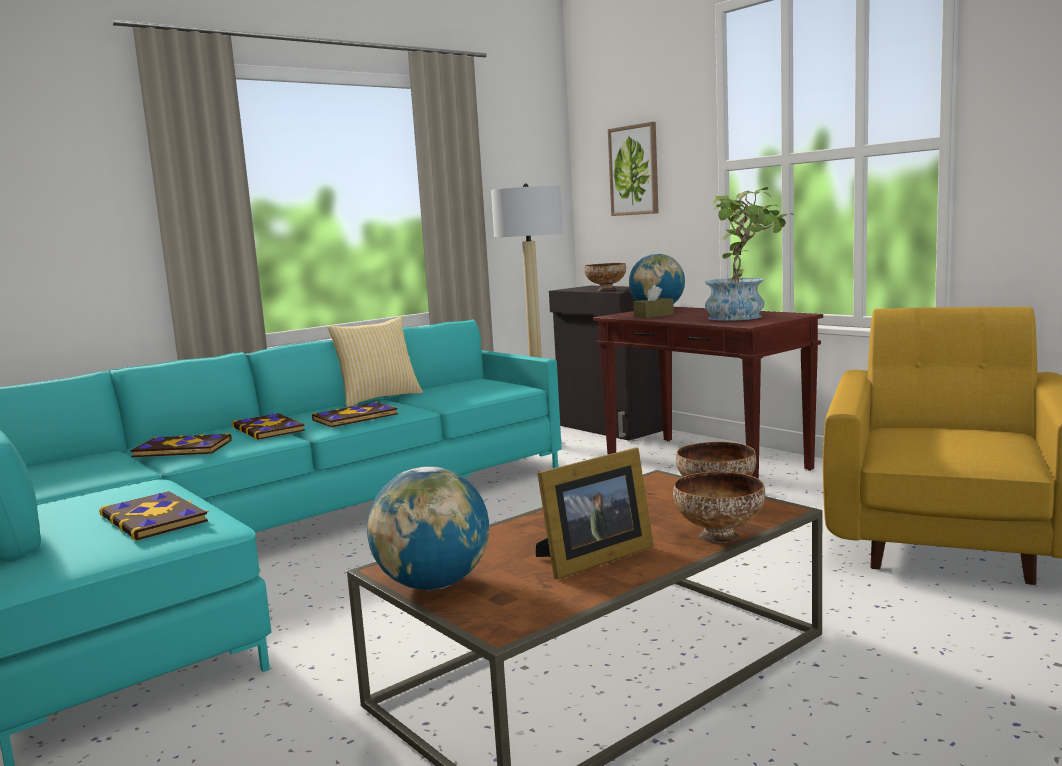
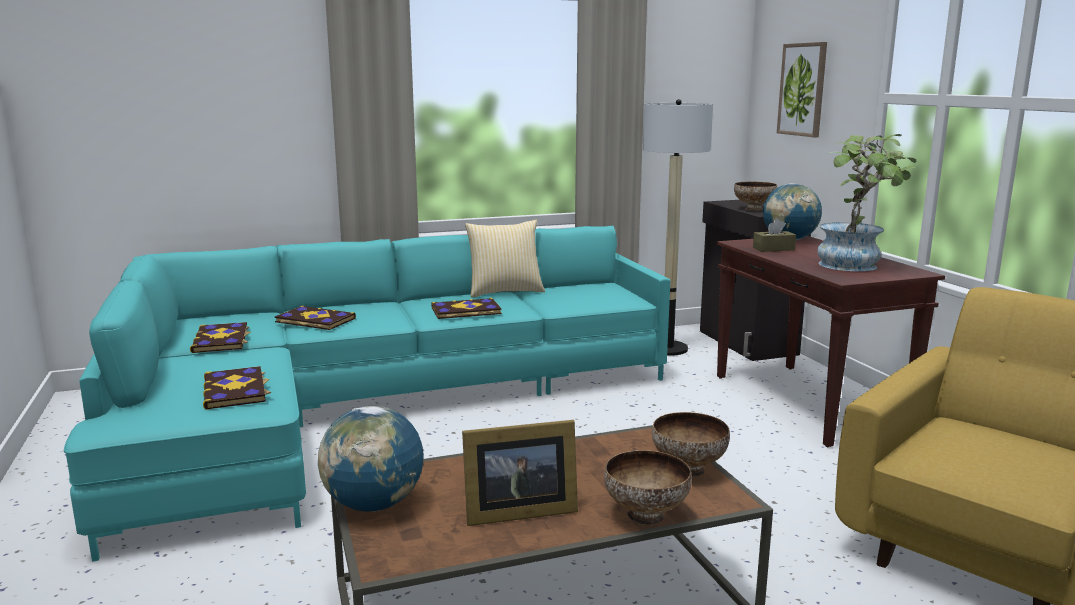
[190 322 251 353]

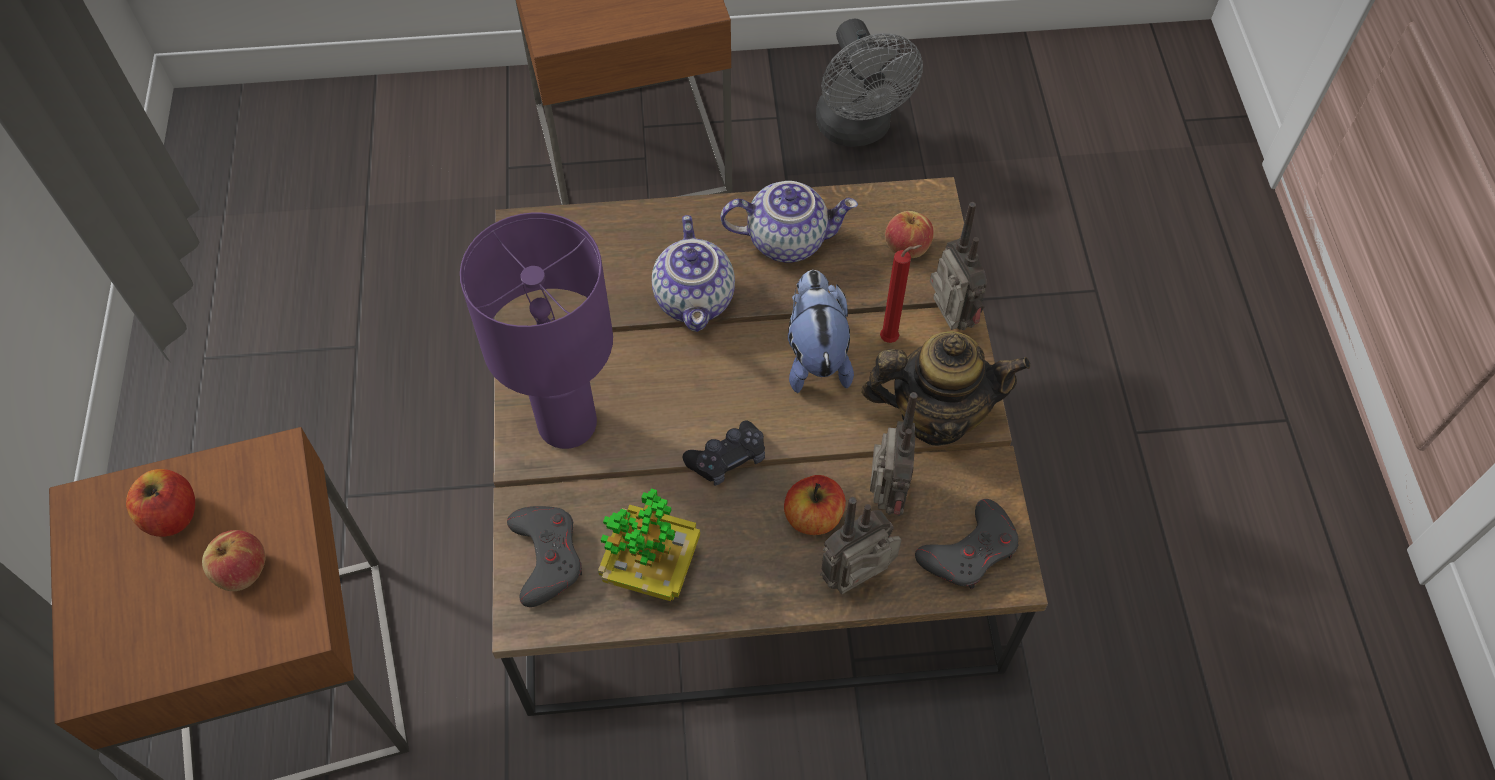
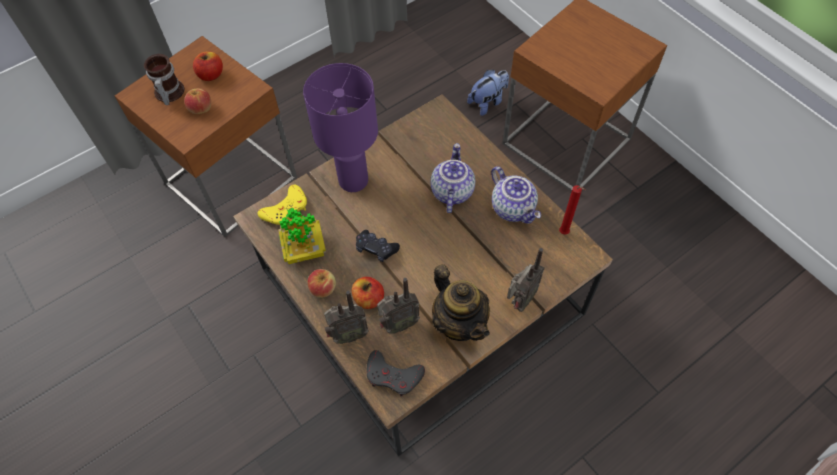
[144 54 185 105]
[257 185 307 225]
[308 269 336 298]
[324 291 369 344]
[431 143 475 213]
[467 70 509 116]
[559 185 586 235]
[816 19 923 147] (first image)

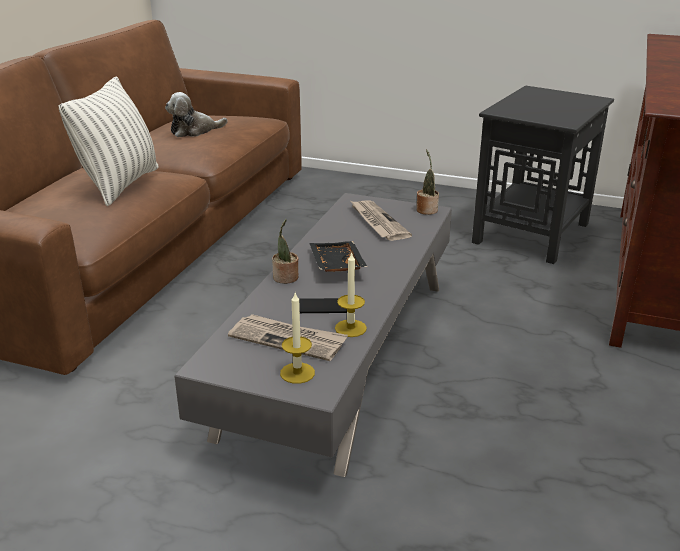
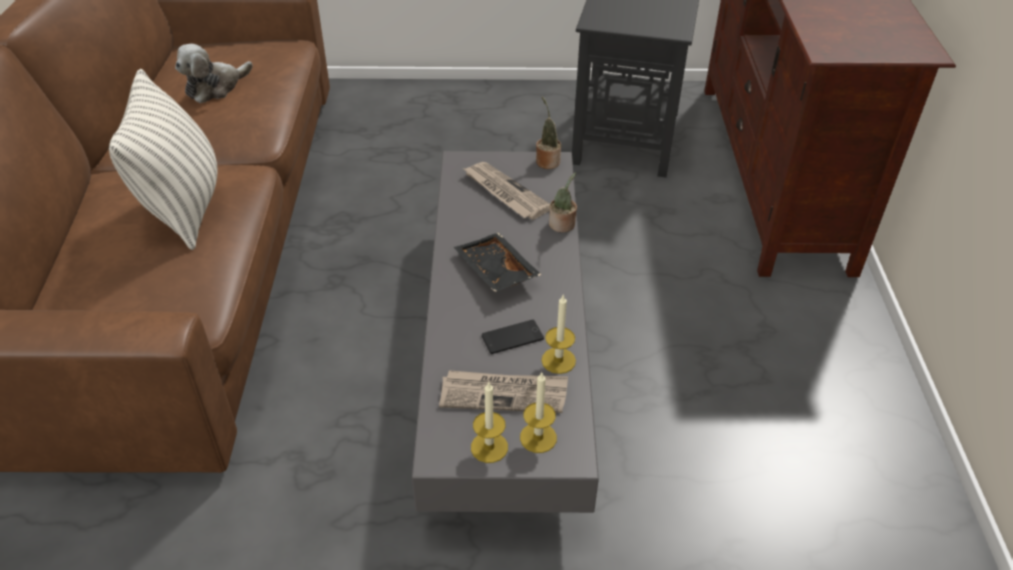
[471 382 508 463]
[549 173 577 233]

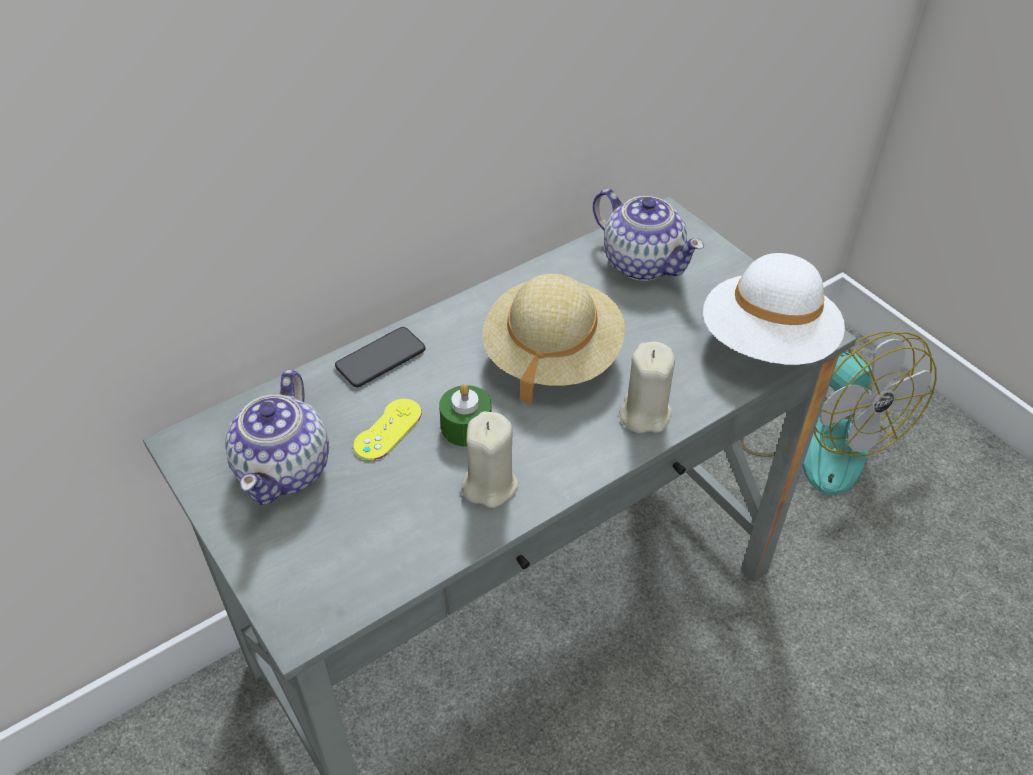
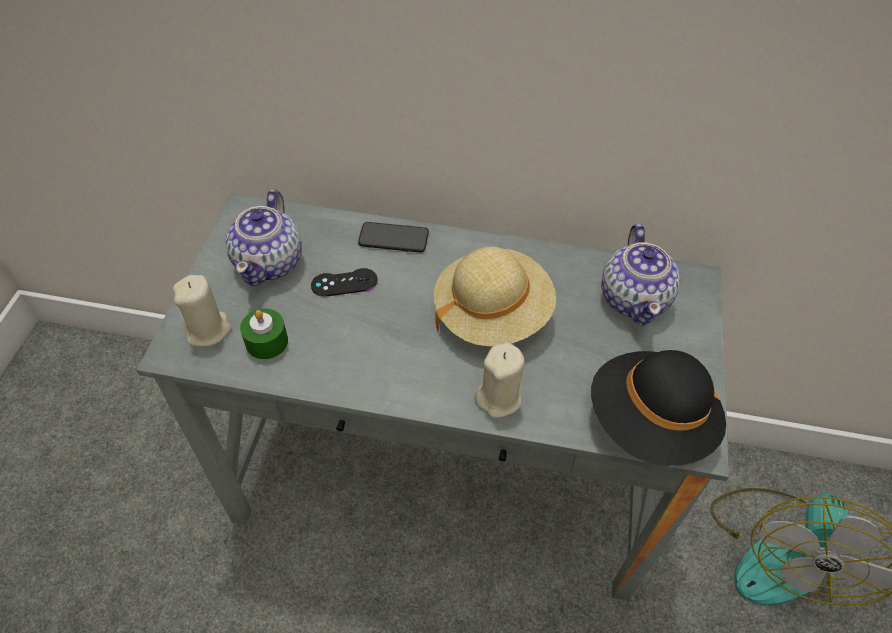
[173 275 231 346]
[226 189 302 286]
[240 309 288 359]
[311 268 378 297]
[591 350 726 466]

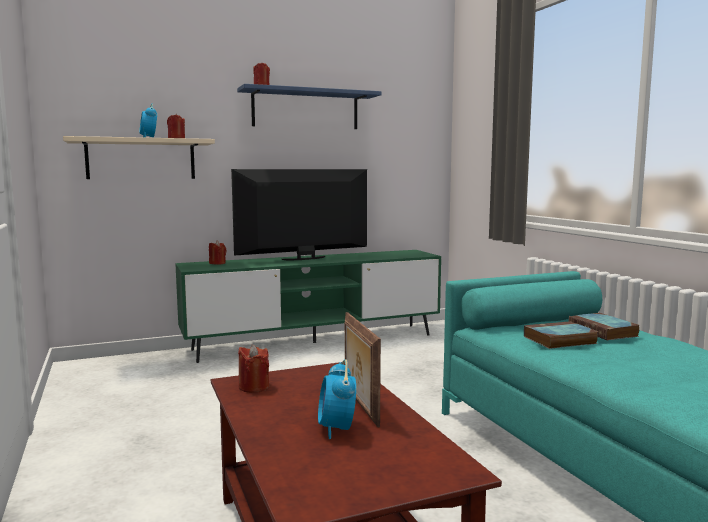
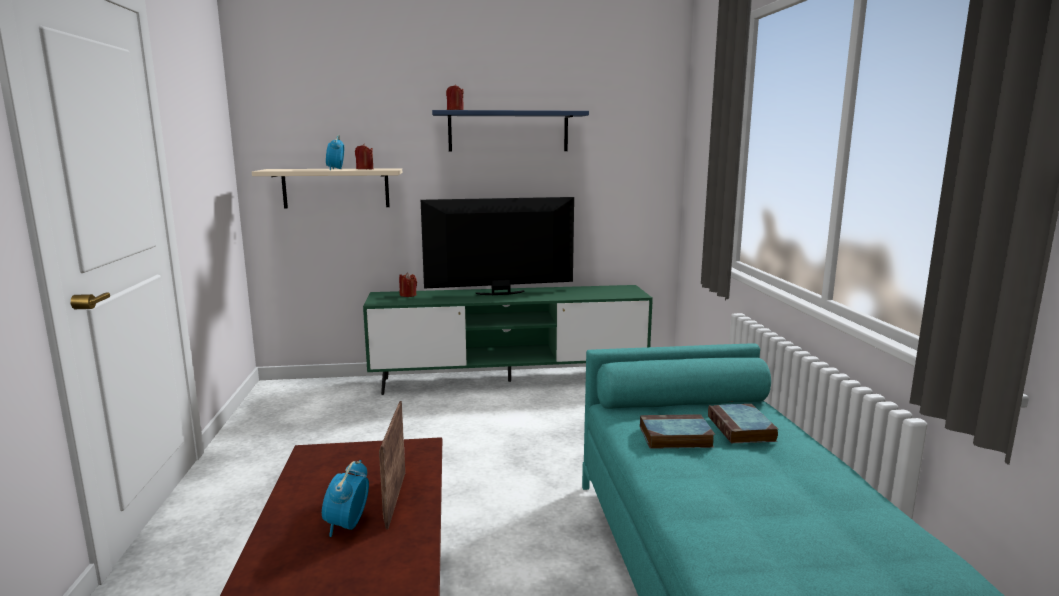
[238 345 269 393] (first image)

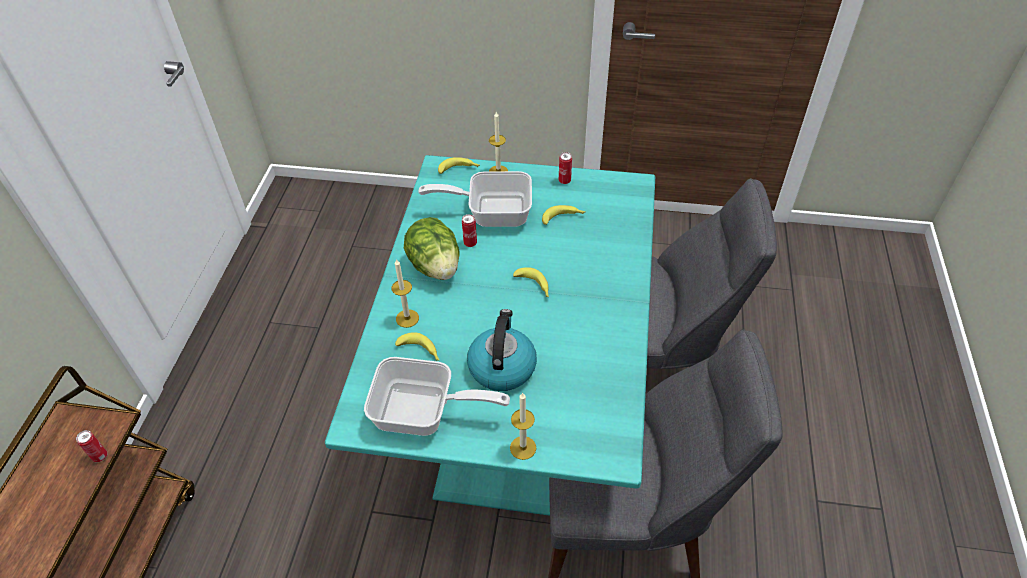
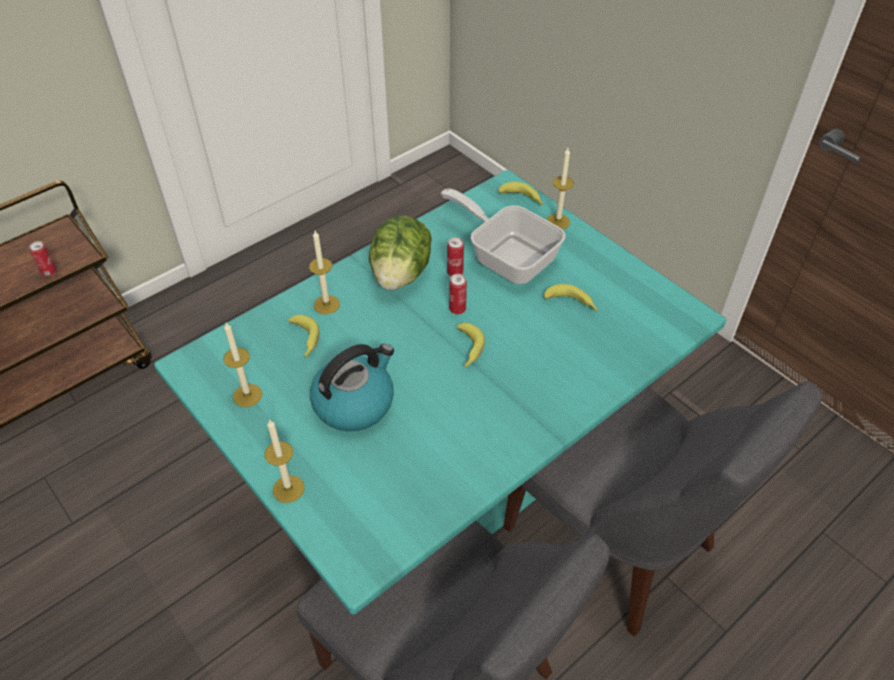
[223 323 262 407]
[449 274 467 315]

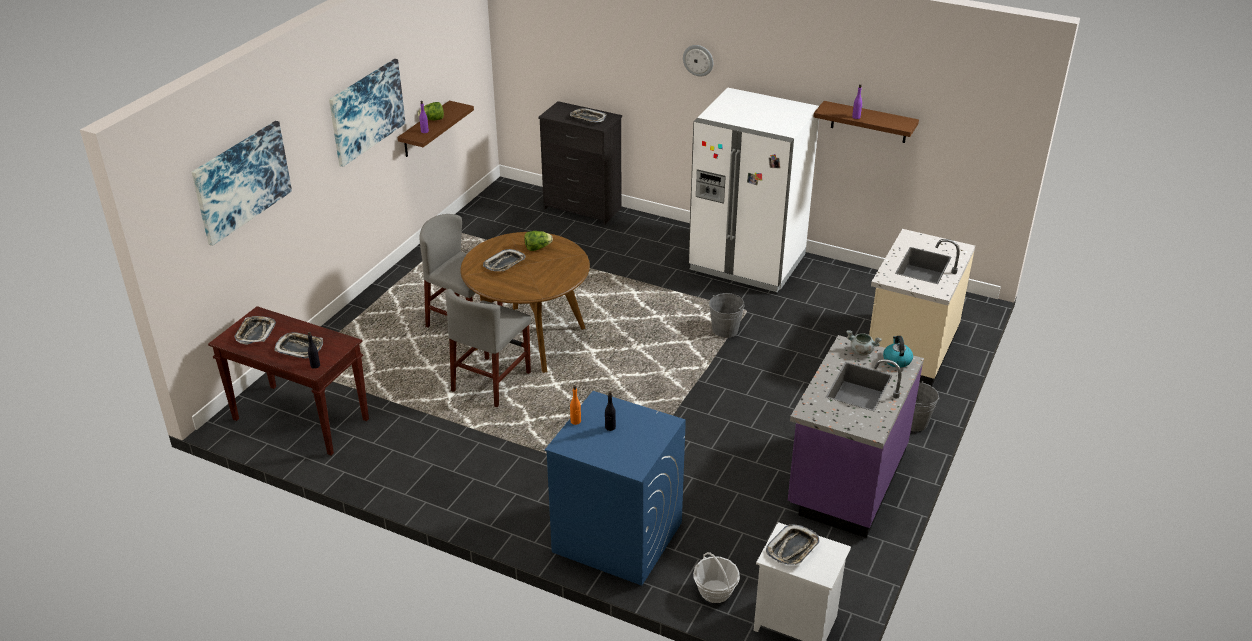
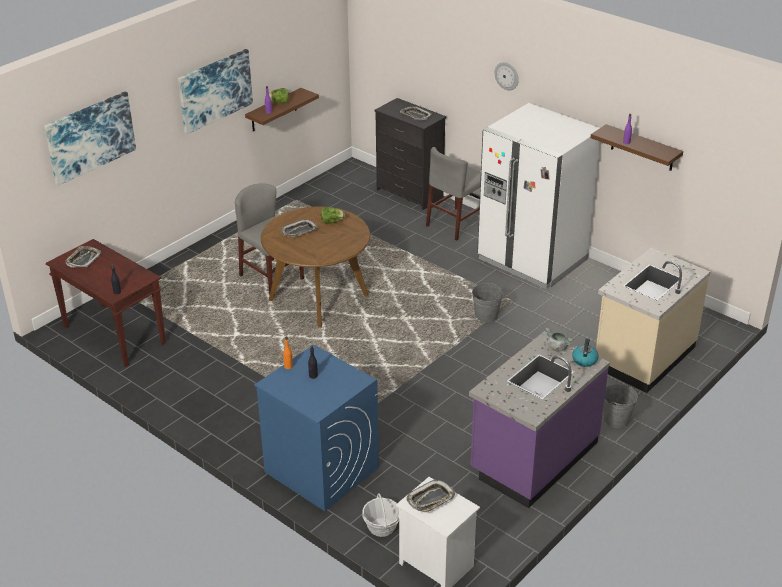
[426 147 481 241]
[274 332 323 359] (first image)

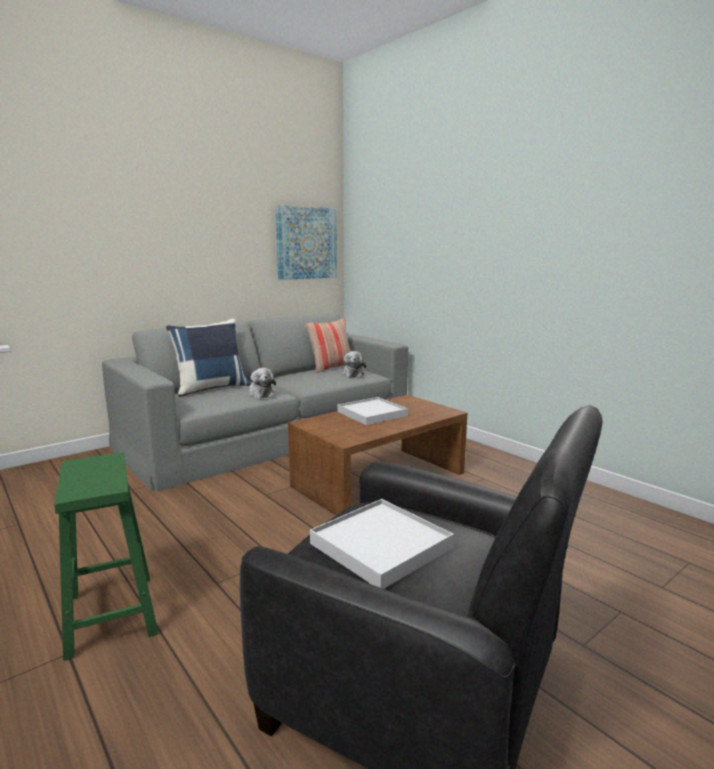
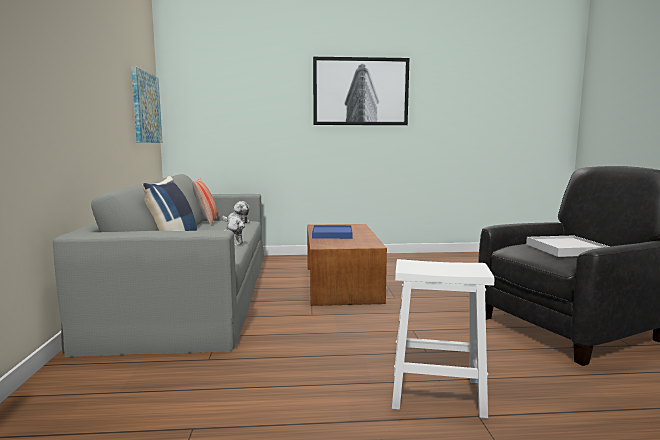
[312 225 353 239]
[313 57 409 125]
[392 259 494 418]

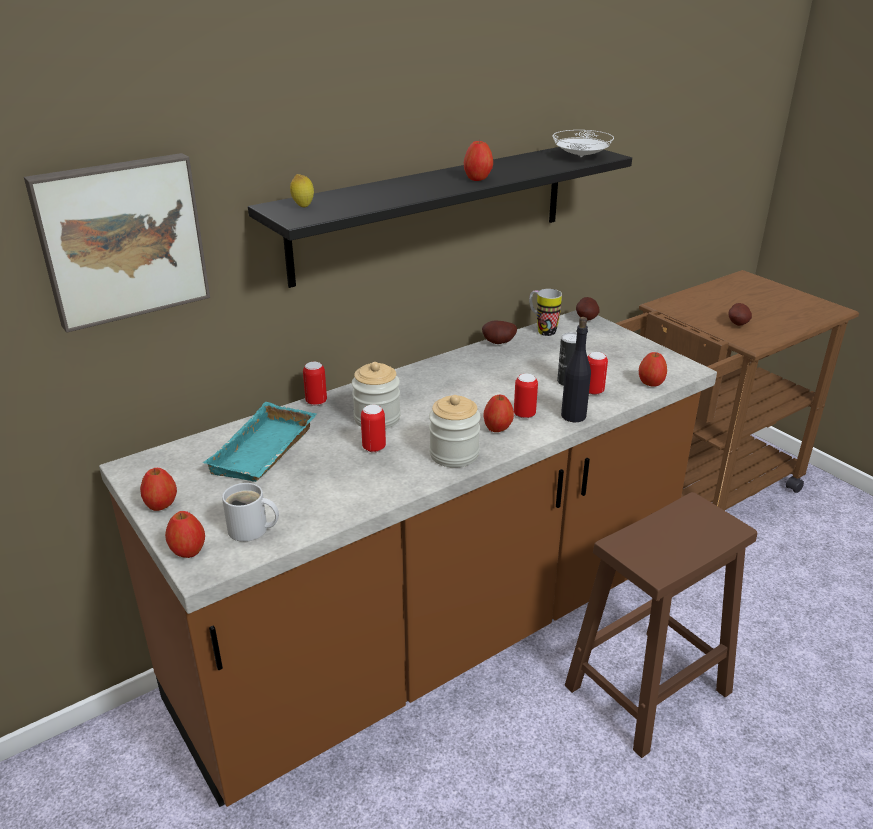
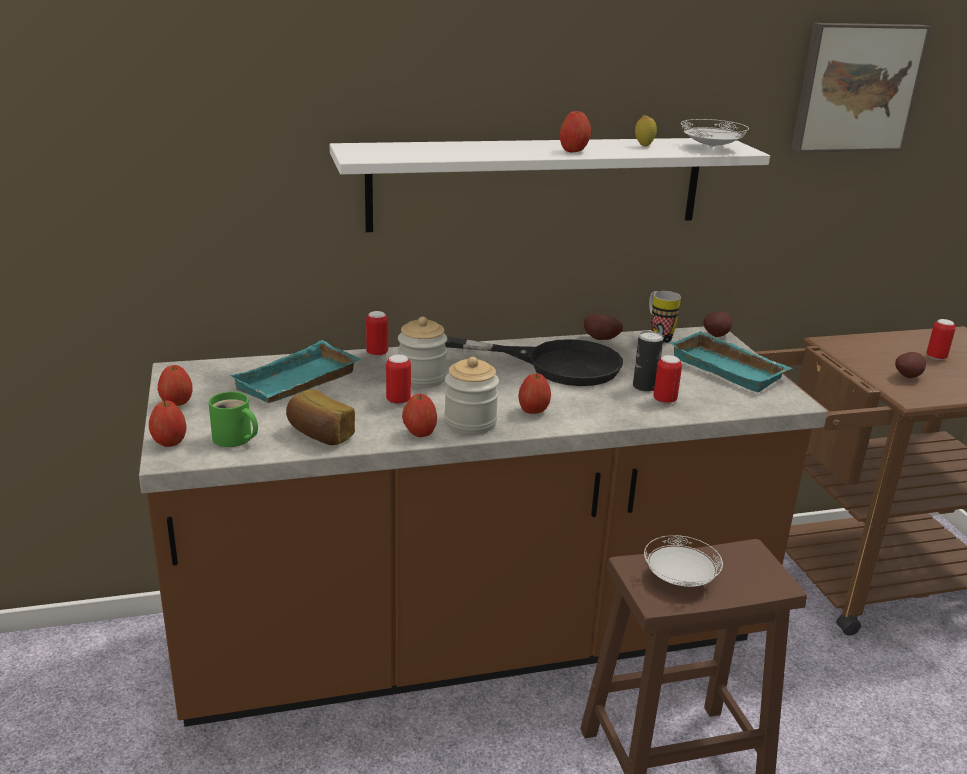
[209 392 258 447]
[286 389 355 445]
[330 138 770 232]
[402 394 437 437]
[445 336 623 386]
[635 115 657 146]
[644 535 723 587]
[669 331 793 393]
[791 23 931 152]
[926 319 956 360]
[561 317 591 422] (first image)

